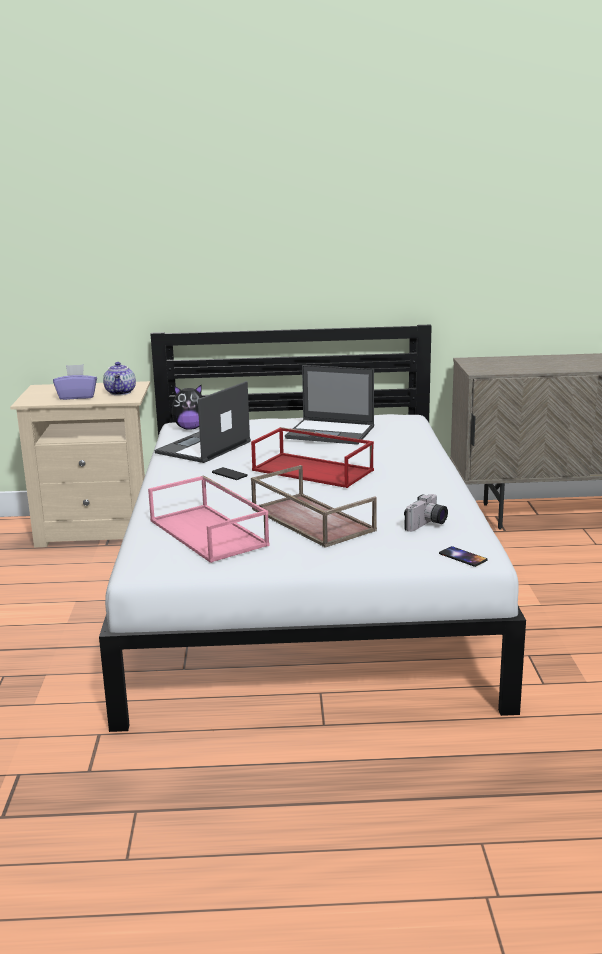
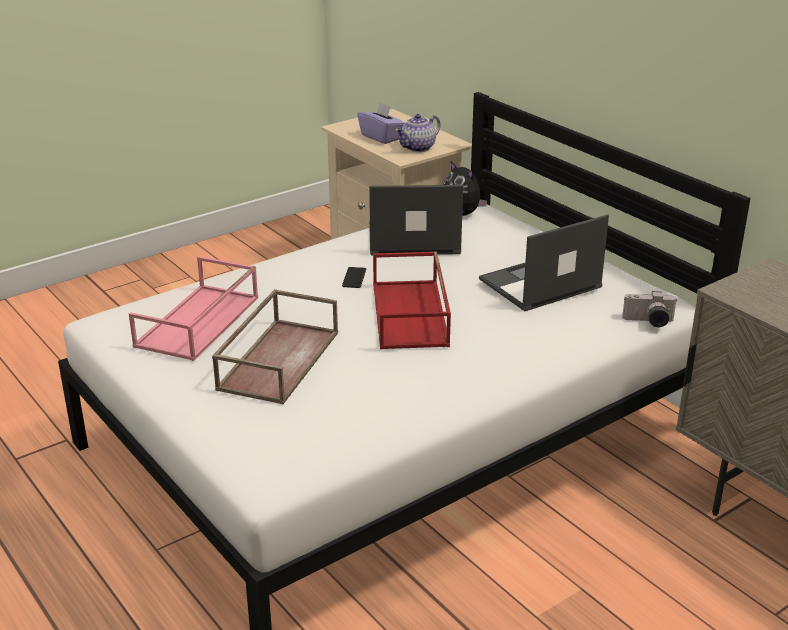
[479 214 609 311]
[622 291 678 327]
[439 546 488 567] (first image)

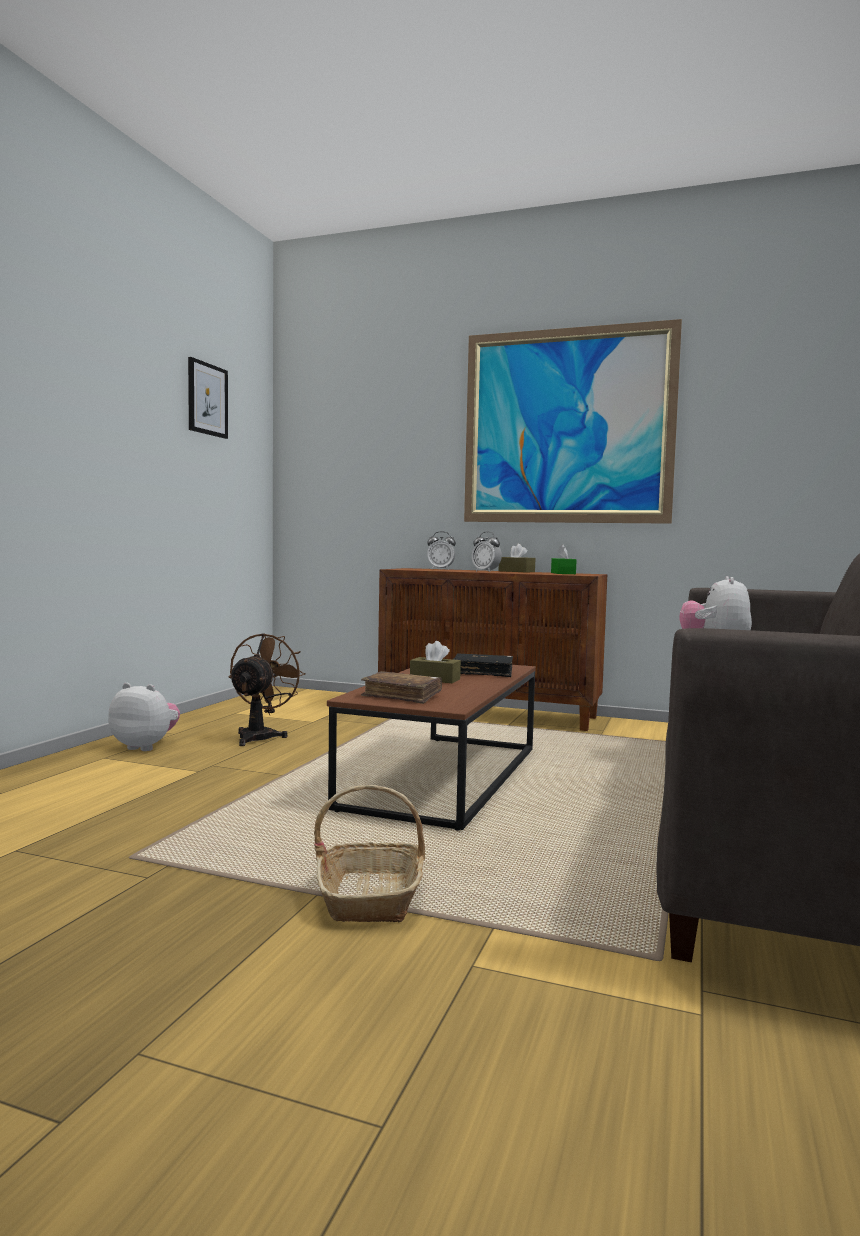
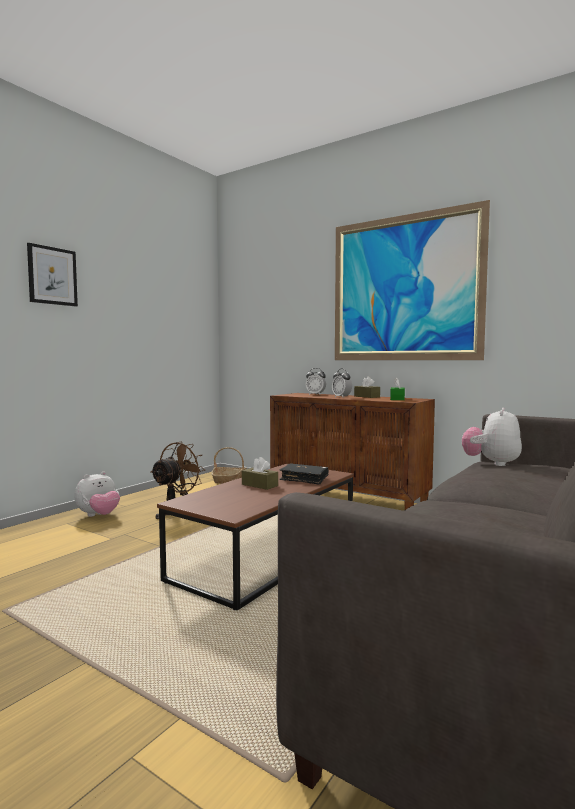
[27 243 78 306]
[74 471 120 517]
[211 447 246 484]
[361 671 442 704] (first image)

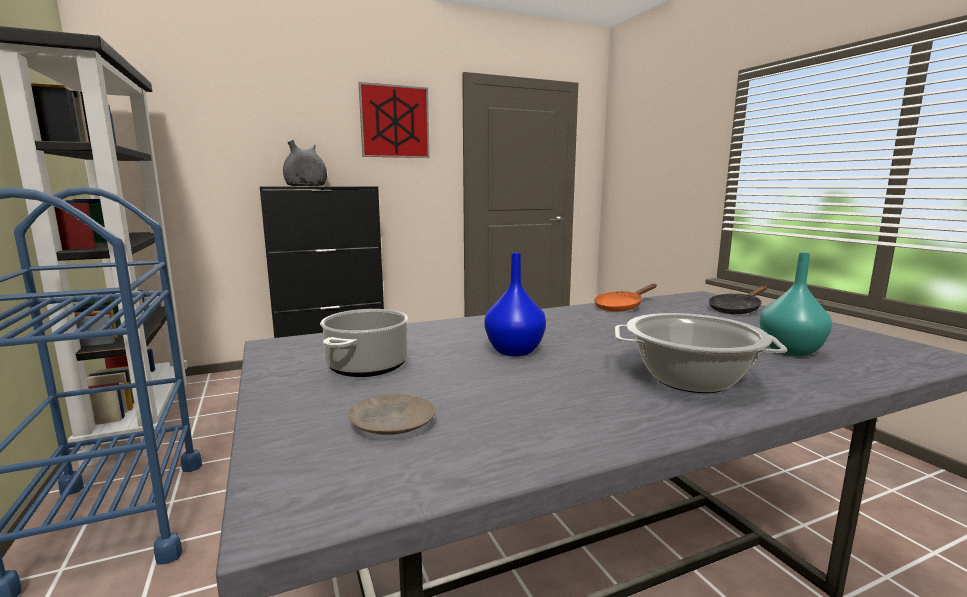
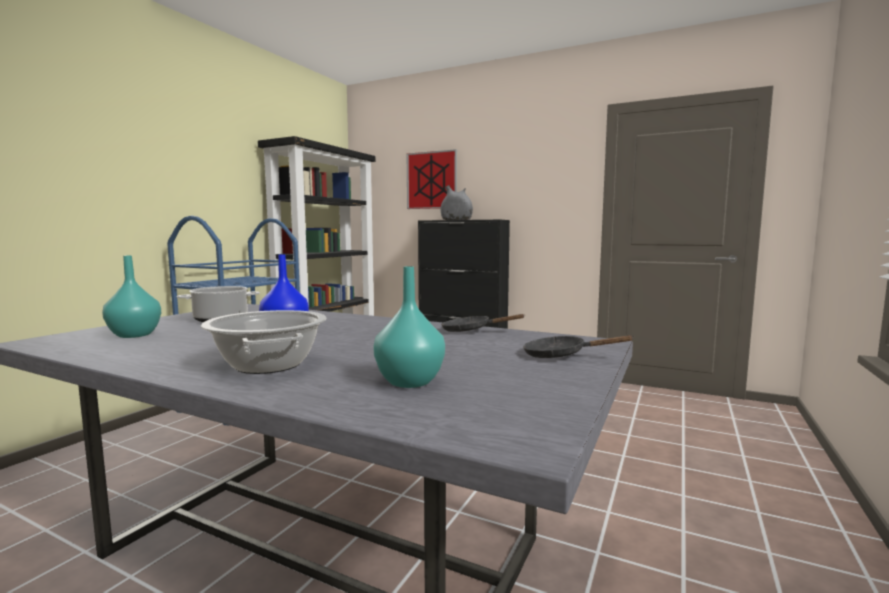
[102 256 161 338]
[407 149 457 209]
[441 314 525 332]

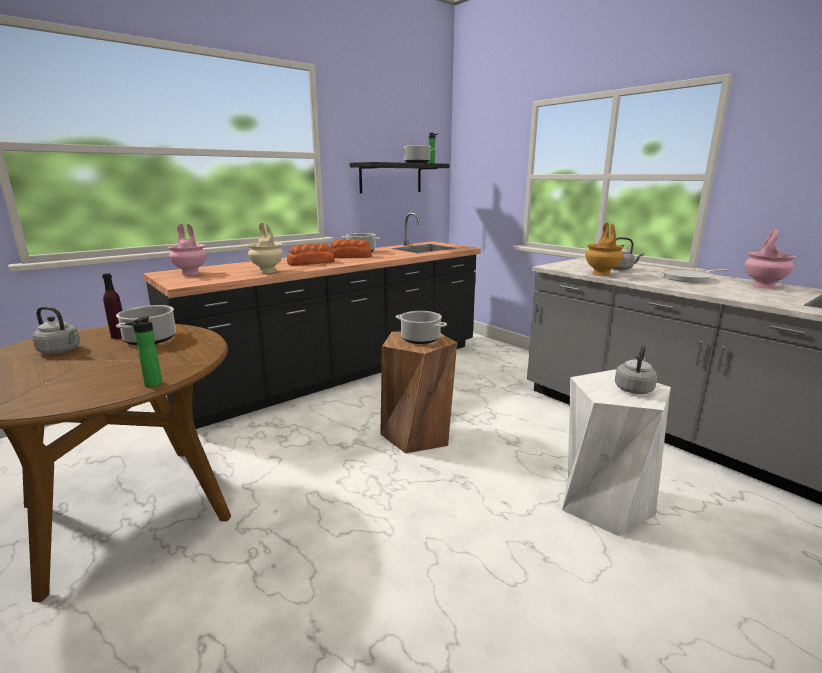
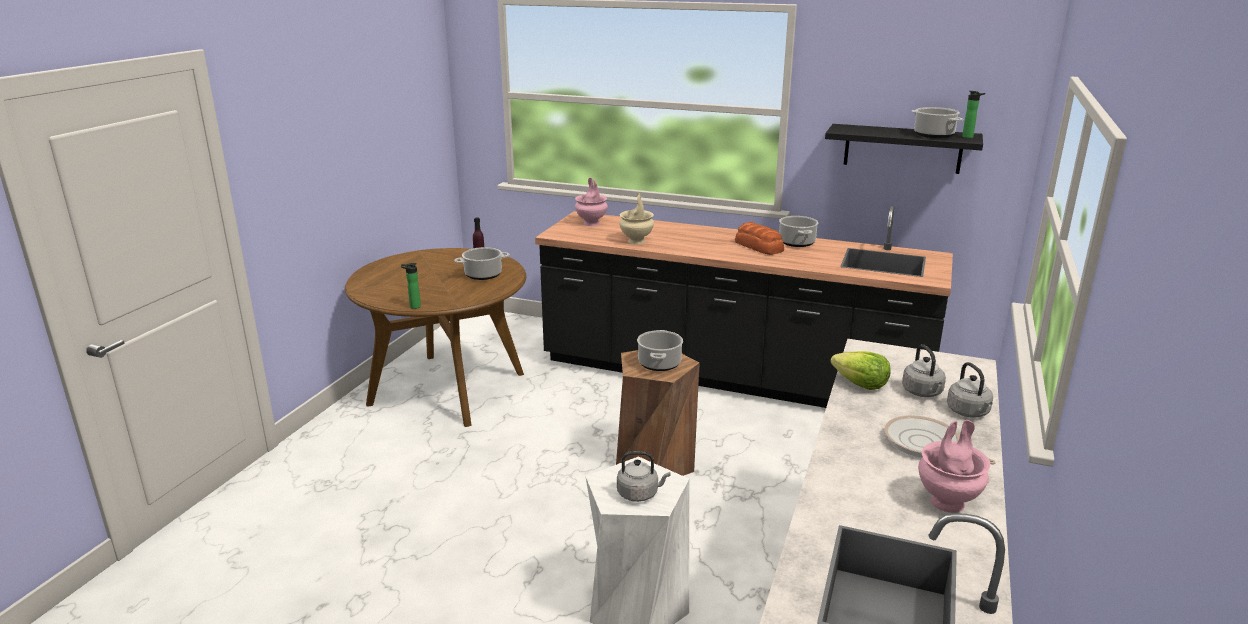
[830 351 891 390]
[947 362 993 418]
[287 244 335 266] (first image)

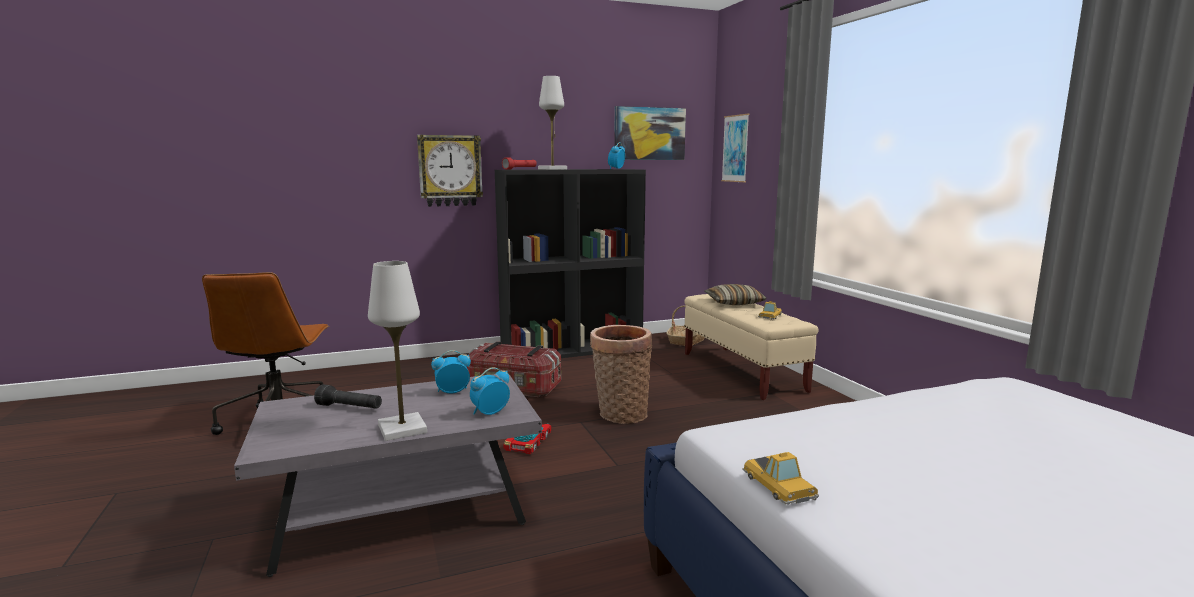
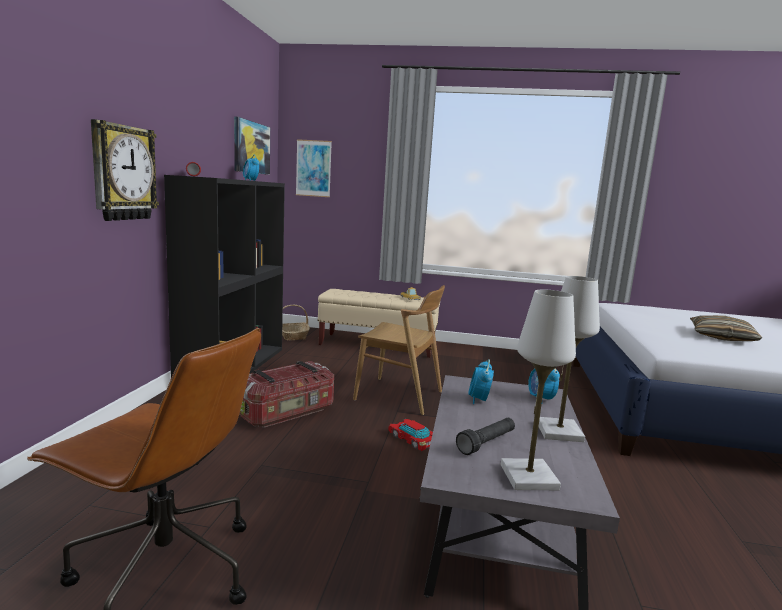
[353 285 445 415]
[501 290 576 490]
[690 315 762 341]
[743 452 819 505] (first image)

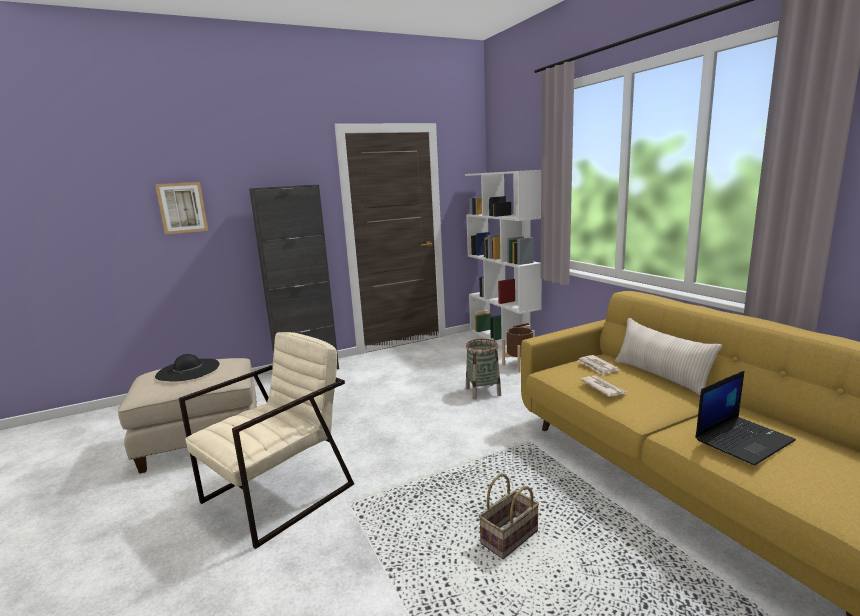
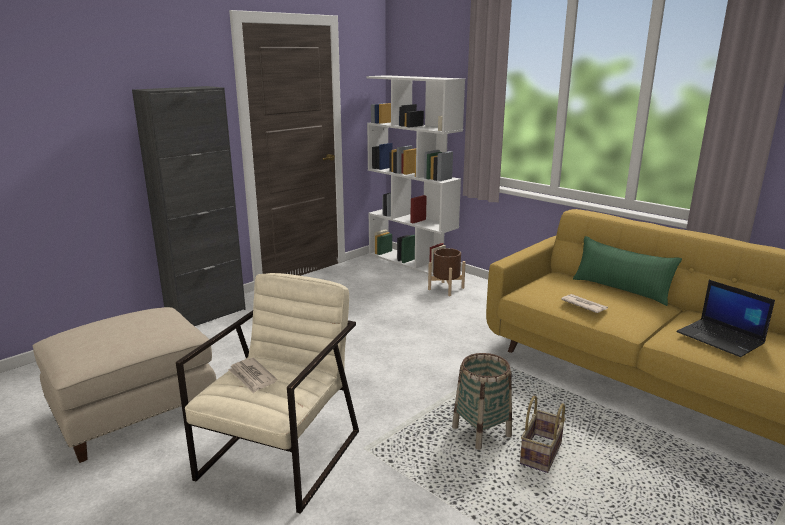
[228 358 277 393]
[452 353 512 450]
[573 236 682 306]
[677 280 775 357]
[155 182 208 234] (first image)
[155 354 219 382] (first image)

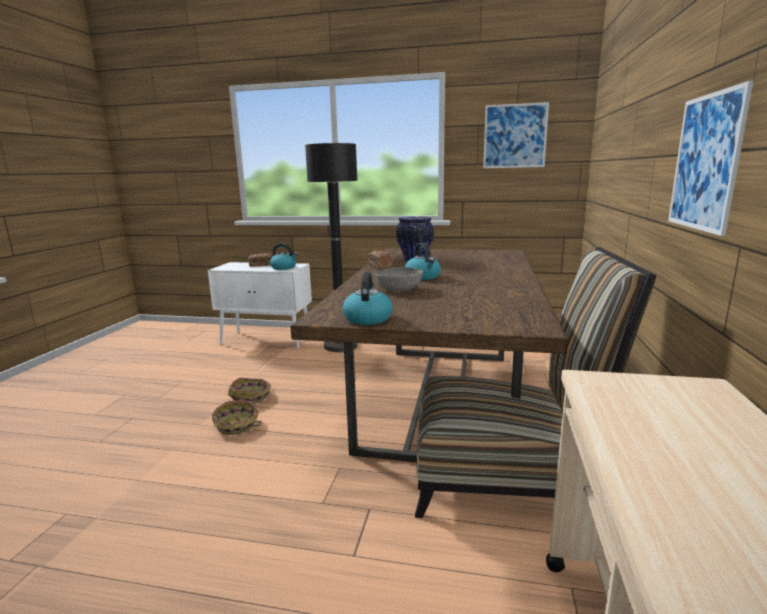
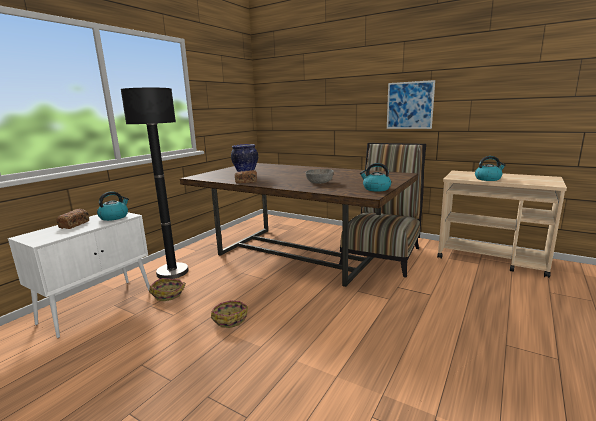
[149 278 186 301]
[475 156 506 181]
[483 102 549 168] (first image)

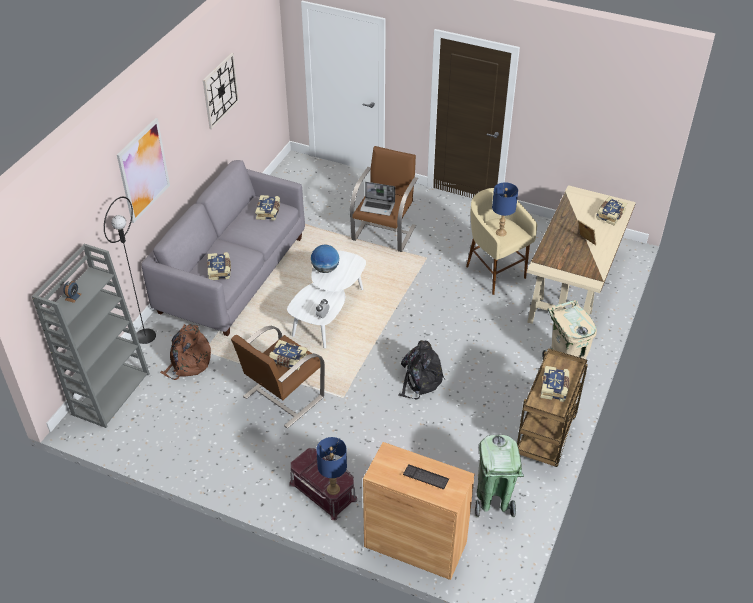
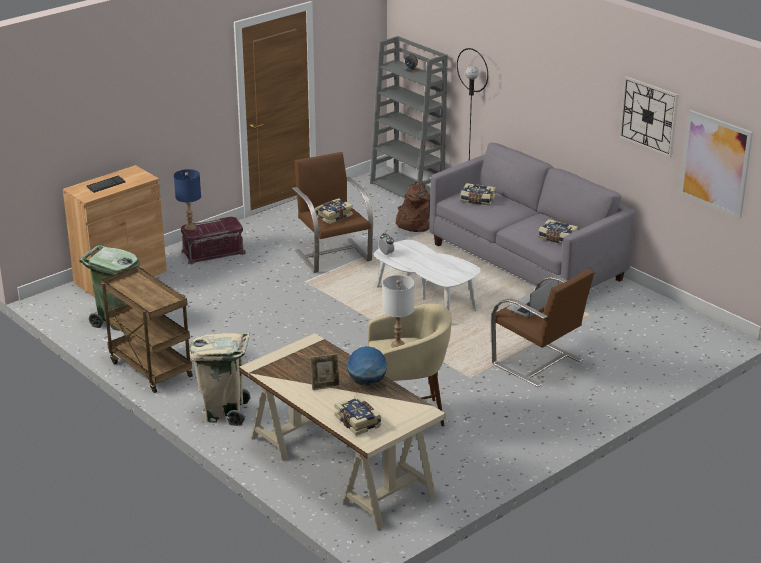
[347 346 387 386]
[383 275 414 348]
[679 110 753 219]
[398 340 445 399] (first image)
[540 366 570 402] (first image)

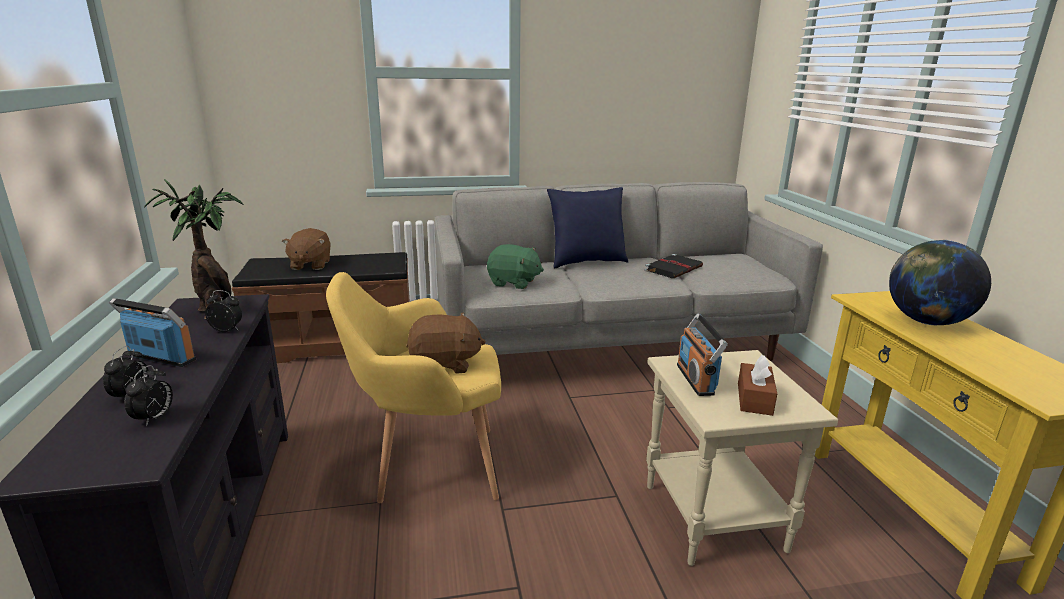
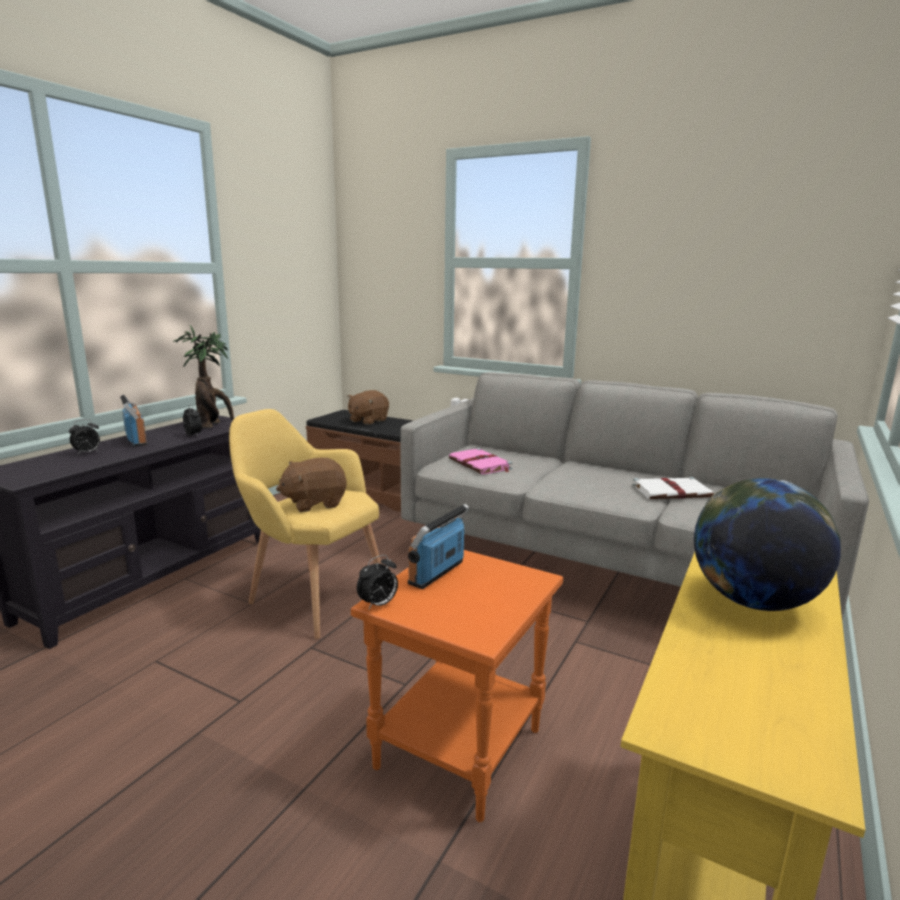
[276 458 347 512]
[351 550 563 822]
[357 555 398 609]
[449 448 512 475]
[632 477 714 499]
[547 187 628 268] (first image)
[738 355 777 416] (first image)

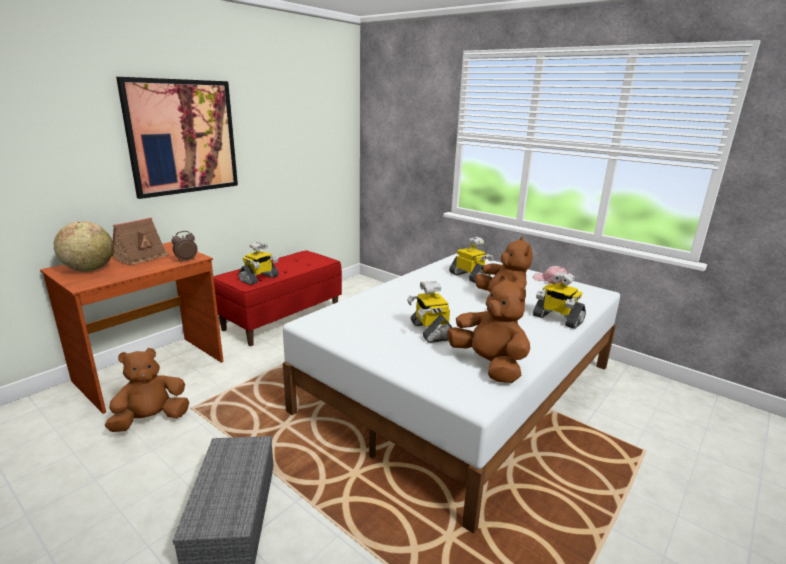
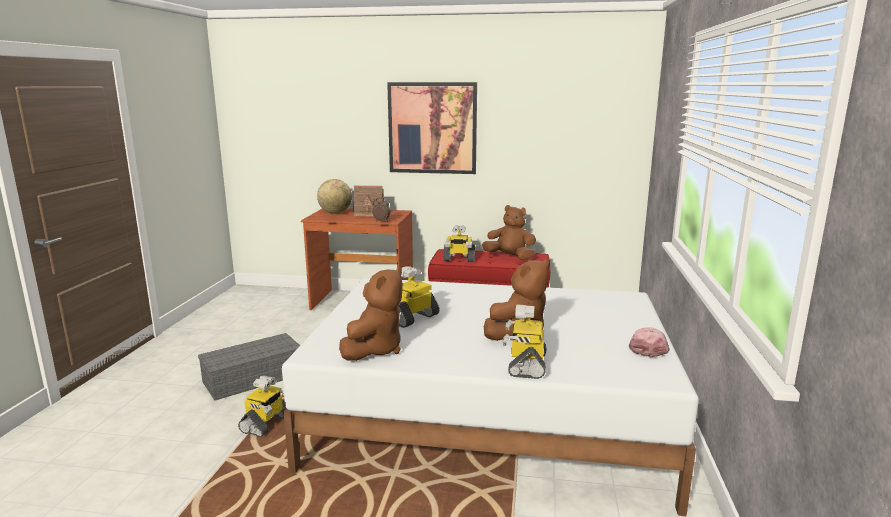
[238 376 286 437]
[482 205 536 260]

